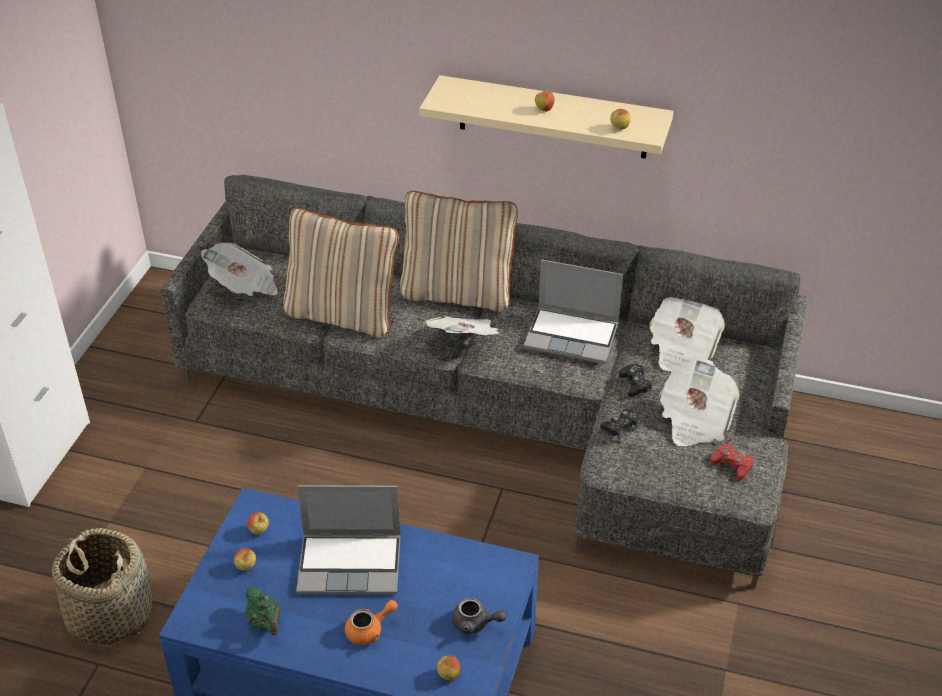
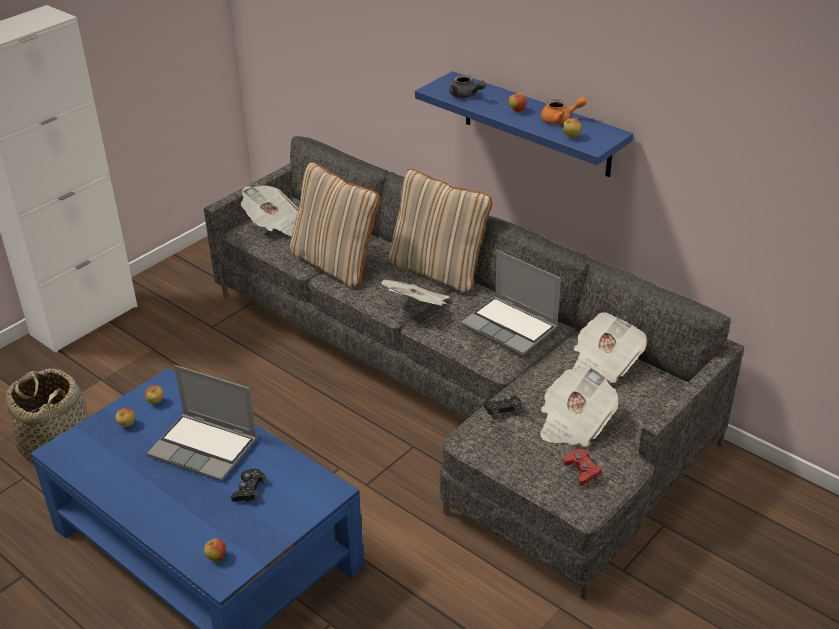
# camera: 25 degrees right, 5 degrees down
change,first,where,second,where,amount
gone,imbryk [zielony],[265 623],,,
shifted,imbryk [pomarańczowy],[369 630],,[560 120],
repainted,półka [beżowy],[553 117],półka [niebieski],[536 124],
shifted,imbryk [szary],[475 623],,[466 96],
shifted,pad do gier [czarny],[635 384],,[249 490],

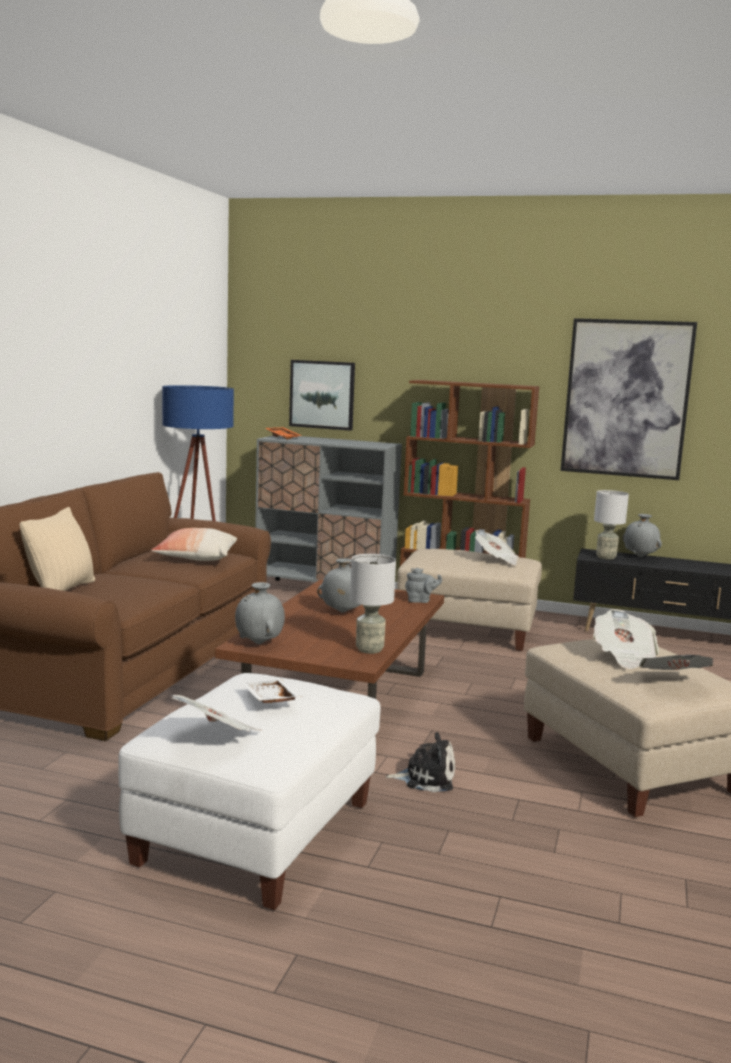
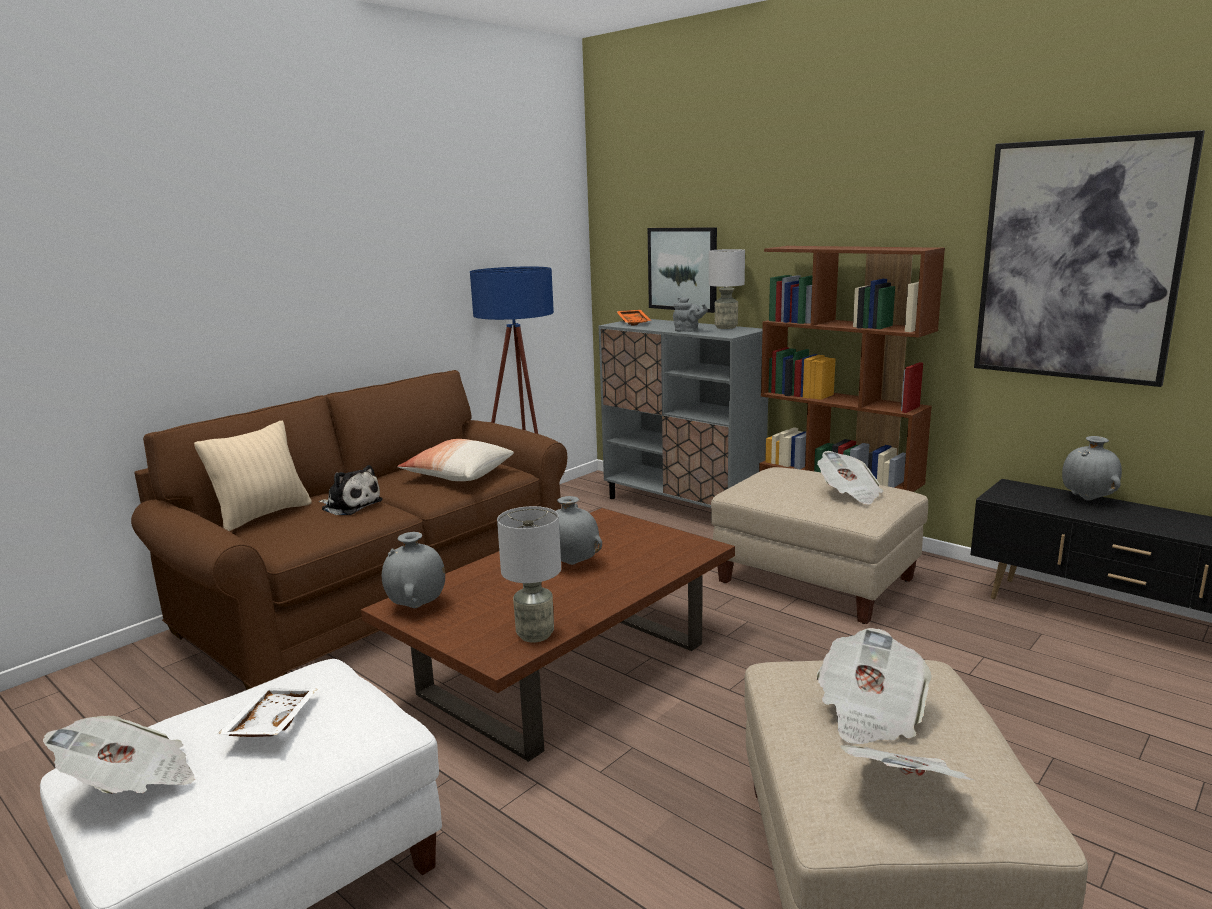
# camera: 25 degrees right, 5 degrees up
change,first,where,second,where,amount
shifted,pluszak,[426 778],,[350 505],
shifted,imbryk [szary],[420 601],,[688 331],
shifted,lampa stołowa [szary],[605 557],,[726 327],

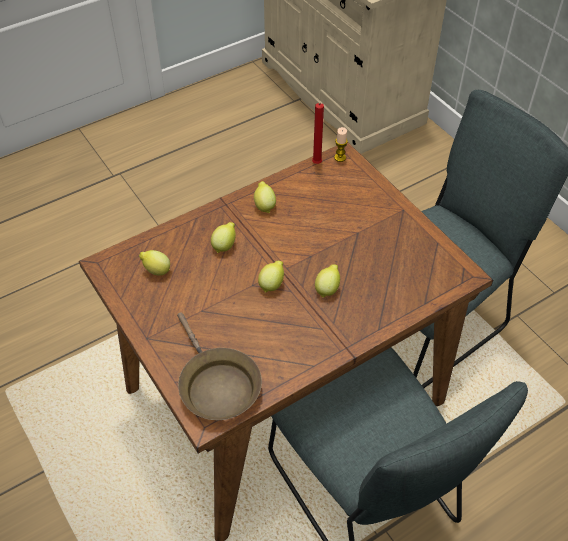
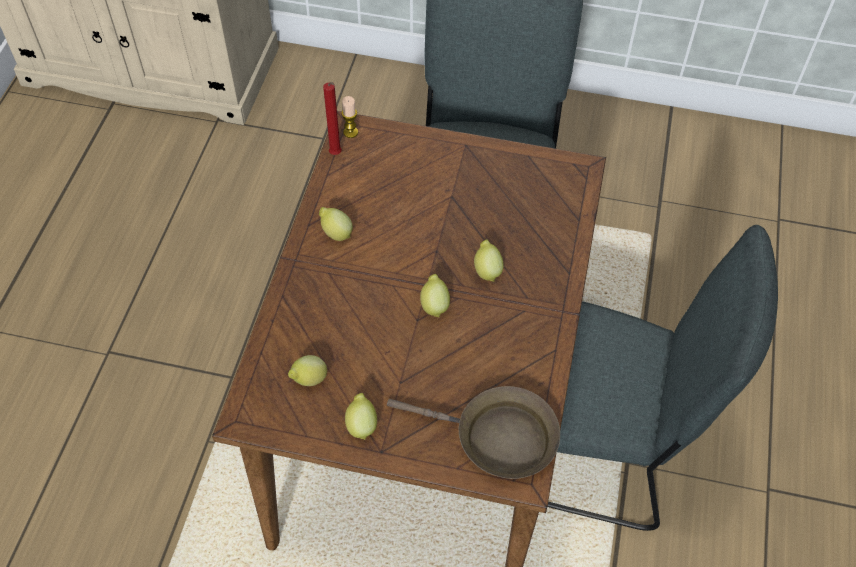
# camera: 45 degrees left, 5 degrees up
change,first,where,second,where,amount
shifted,cytryna,[225 245],,[361 424],

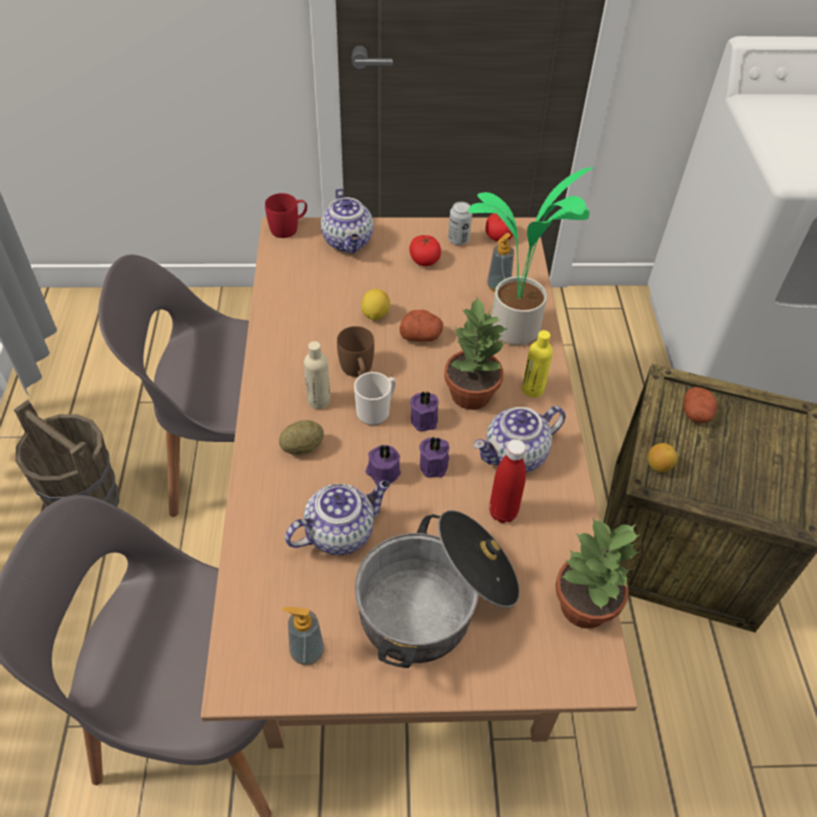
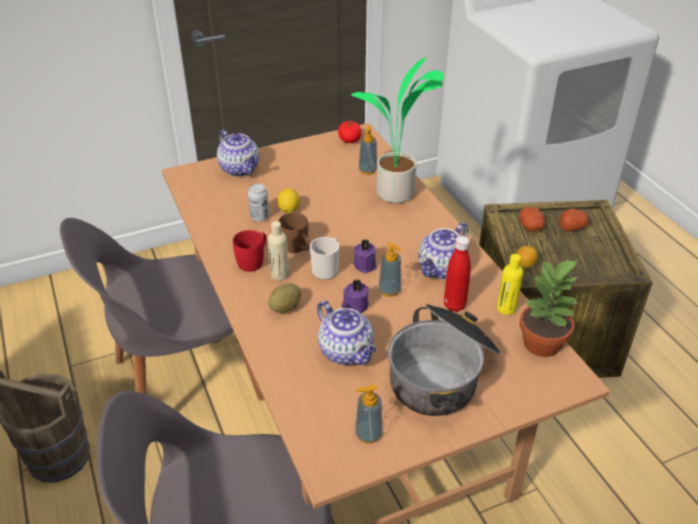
# camera: 20 degrees left, 10 degrees down
change,first,where,second,where,amount
shifted,kubek [czerwony],[289 228],,[254 260],
rotated,imbryk,[341 532],,[347 352],105 degrees clockwise
shifted,ziemniak,[421 335],,[572 227],
gone,pomidor,[424 260],,,
swapped,świeca [fioletowy],[435 464],dozownik mydła,[389 290],
gone,roślina doniczkowa,[470 393],,,
shifted,puszka,[458 240],,[260 217],
shifted,butelka [żółty],[532 389],,[506 308],

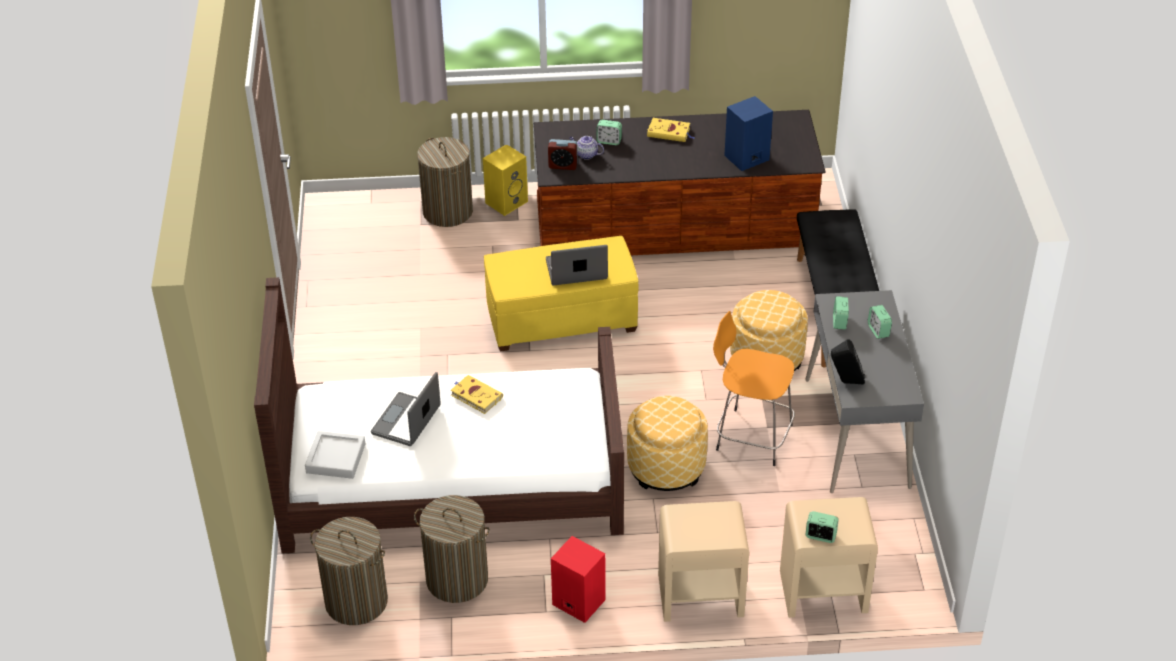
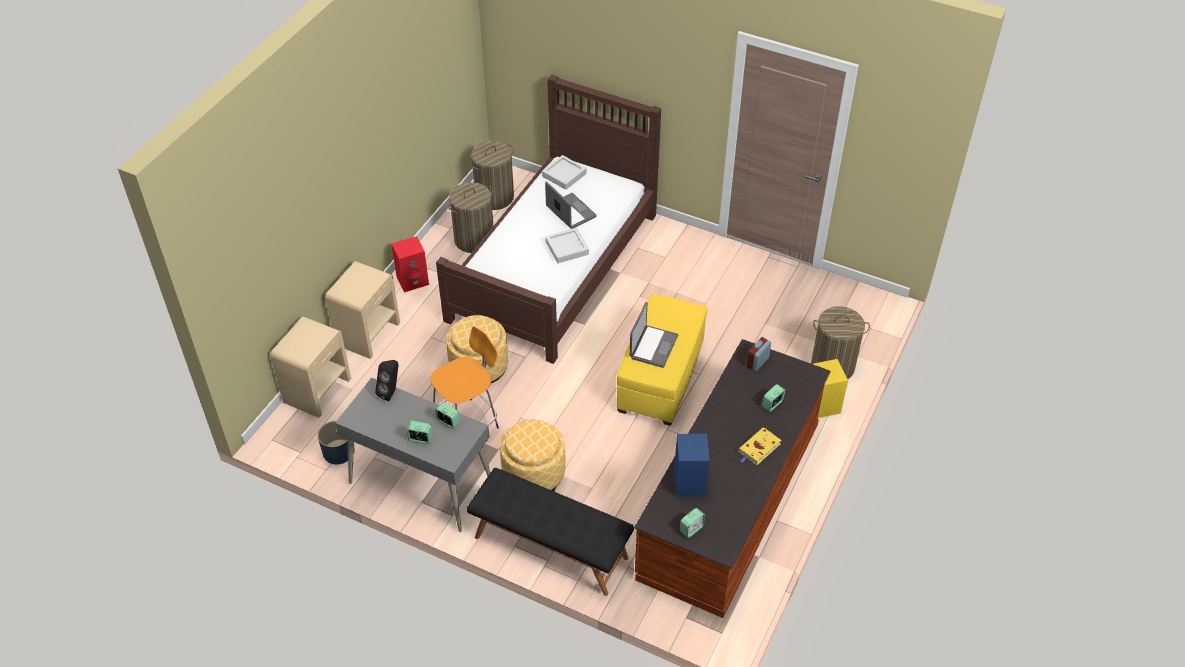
# camera: 120 degrees right, 5 degrees up
change,first,where,second,where,amount
swapped,książka [żółty],[475 396],taca [szary],[567 248],
gone,imbryk,[586 155],,,
shifted,budzik,[820 536],,[691 529],
new,,,donica [niebieski],[338 452],

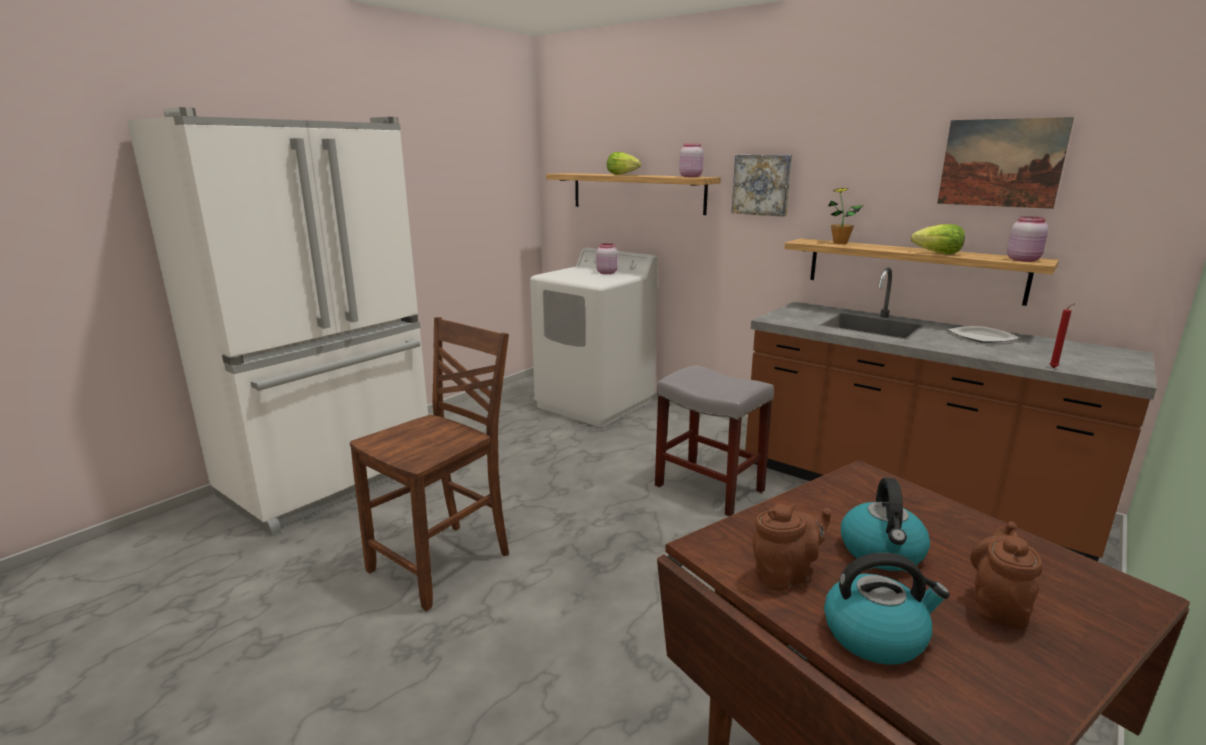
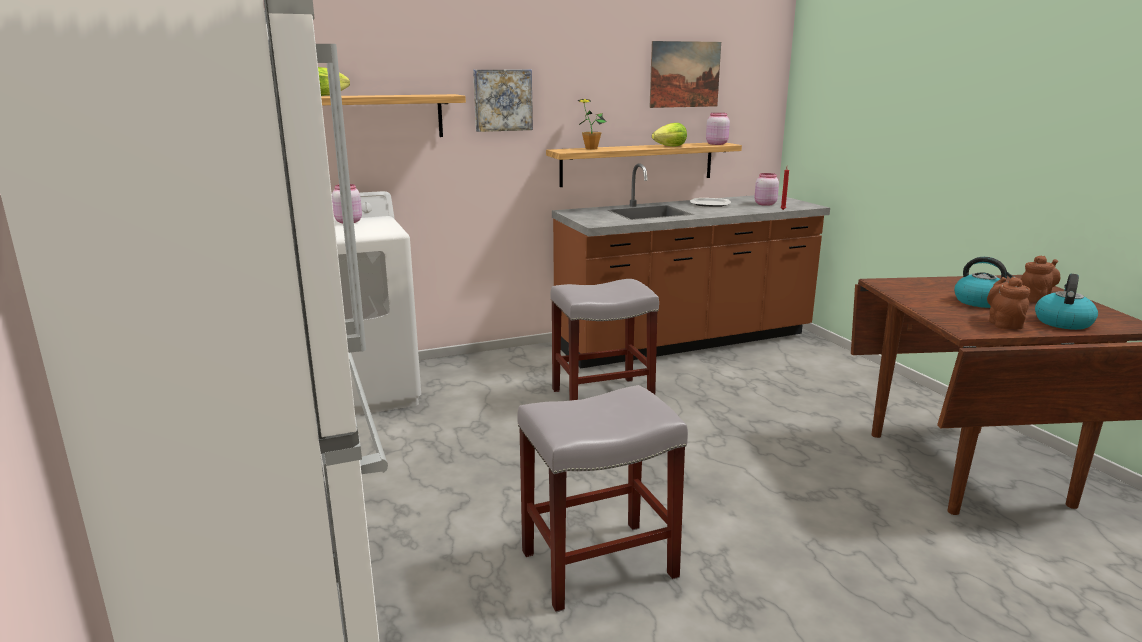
# camera: 60 degrees left, 0 degrees up
change,first,where,second,where,amount
swapped,krzesło [brązowy],[444 563],stołek [szary],[599 563],
shifted,słoik [różowy],[690 176],,[764 204],
rotated,imbryk [brązowy],[998 607],,[1035 298],90 degrees clockwise

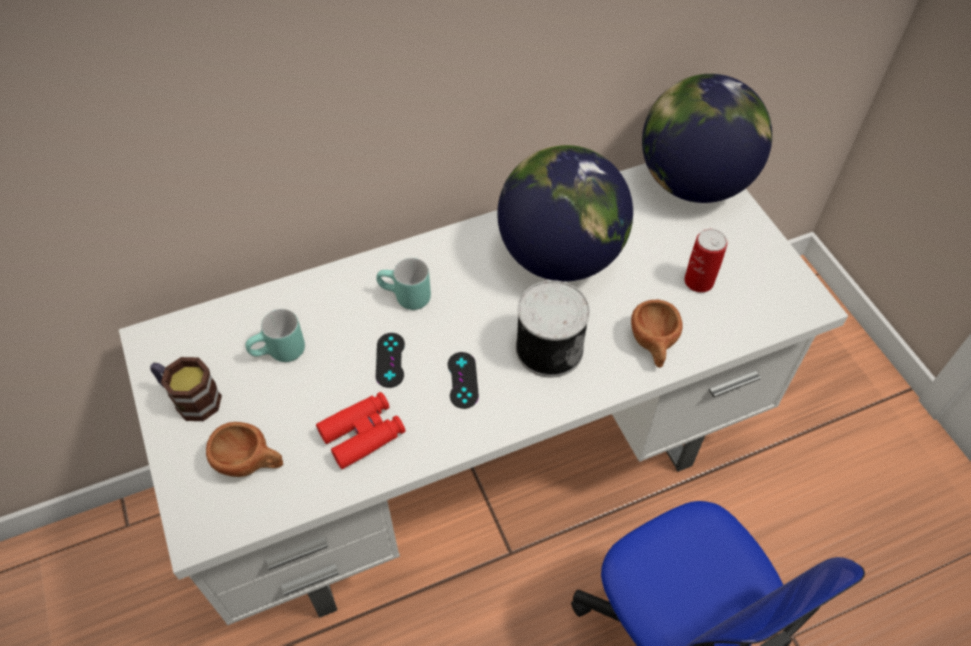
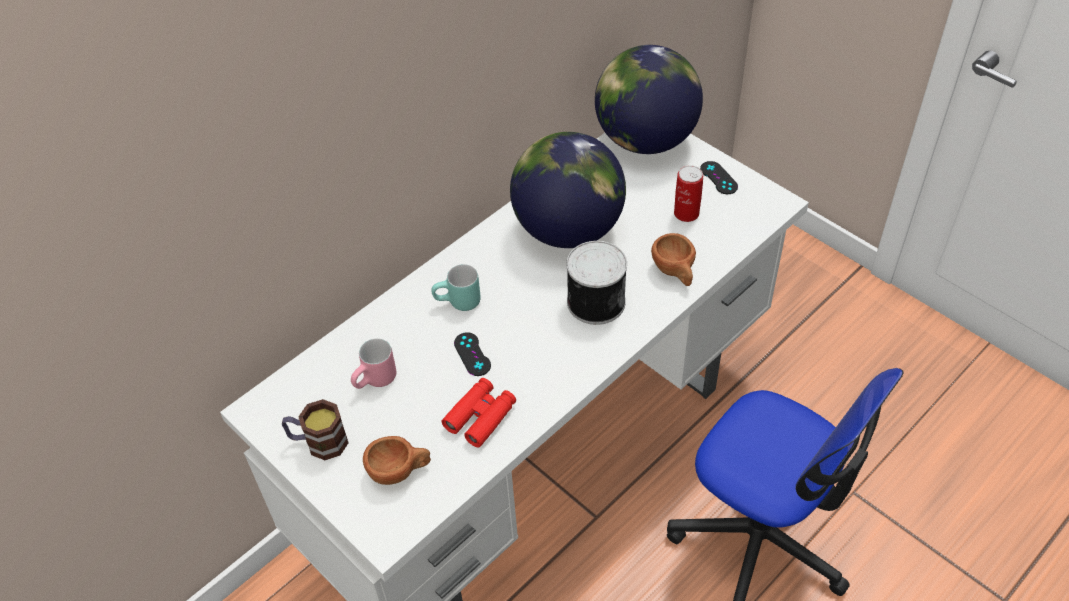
# camera: 20 degrees left, 5 degrees down
change,first,where,second,where,amount
repainted,kubek [turkusowy],[280 354],kubek [różowy],[376 382],
shifted,pad do gier [czarny],[462 380],,[718 178],

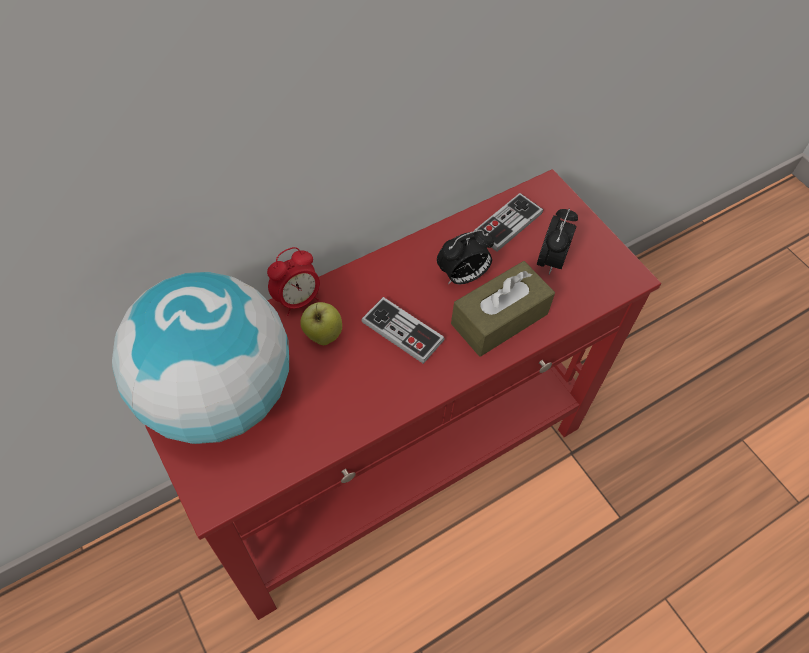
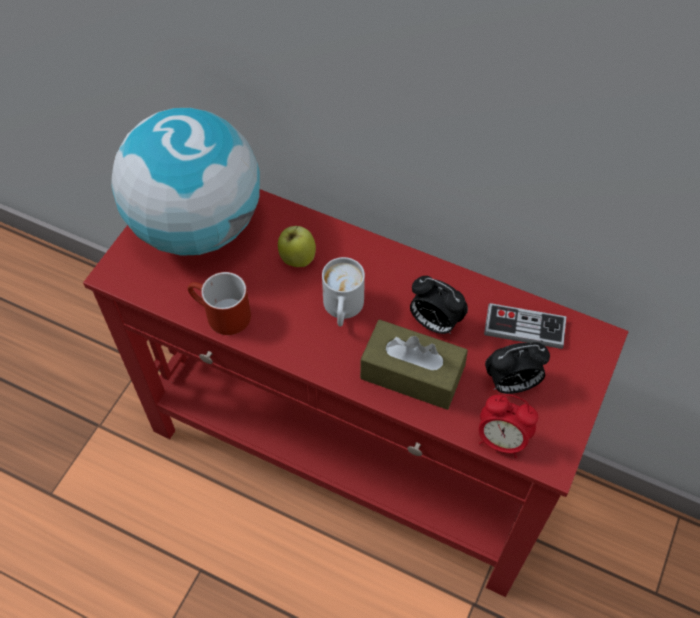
# camera: 60 degrees right, 0 degrees up
change,first,where,second,where,amount
shifted,budzik,[297 300],,[501 440],
swapped,pad do gier,[402 331],kubek [biały],[342 310],
new,,,kubek [czerwony],[220 315],

